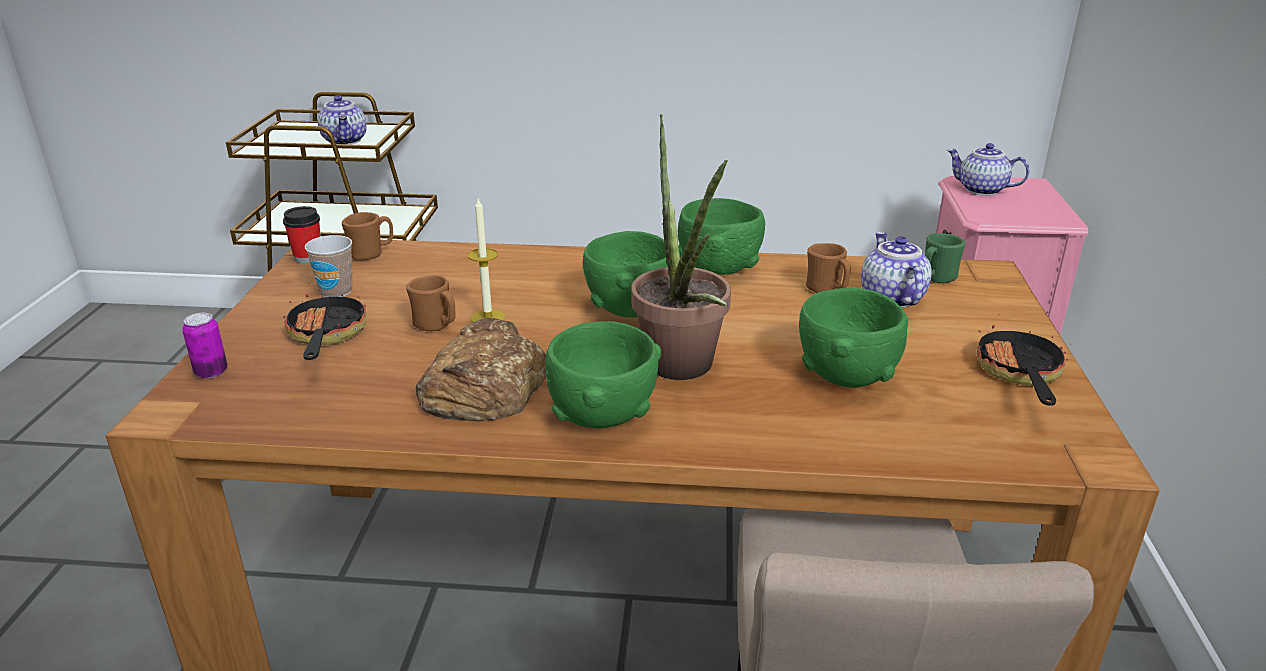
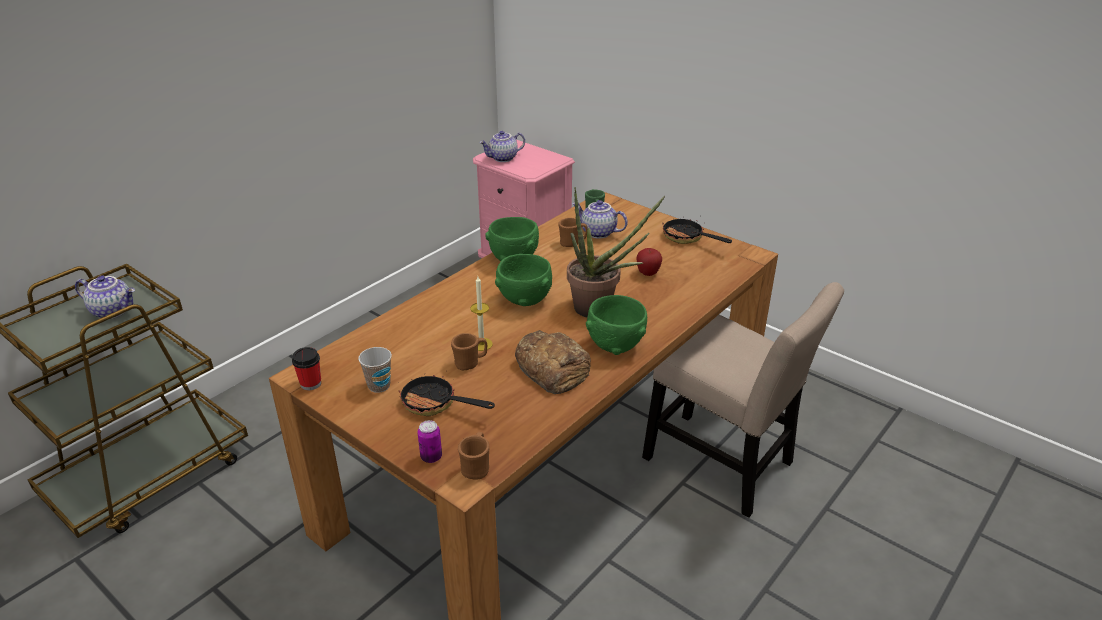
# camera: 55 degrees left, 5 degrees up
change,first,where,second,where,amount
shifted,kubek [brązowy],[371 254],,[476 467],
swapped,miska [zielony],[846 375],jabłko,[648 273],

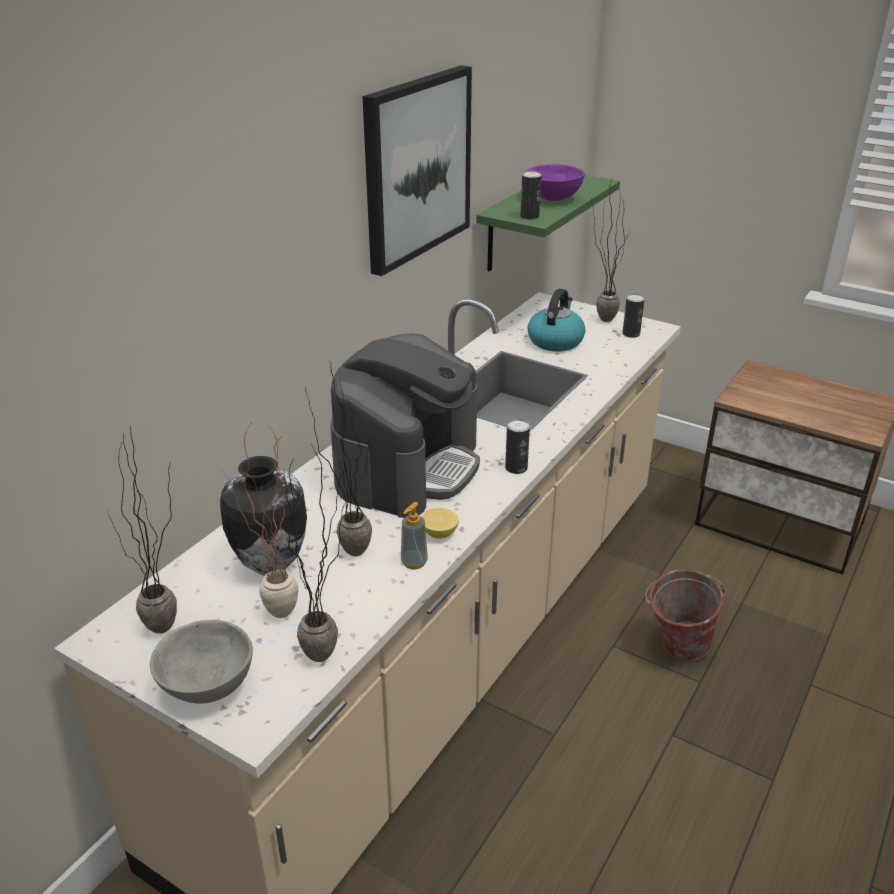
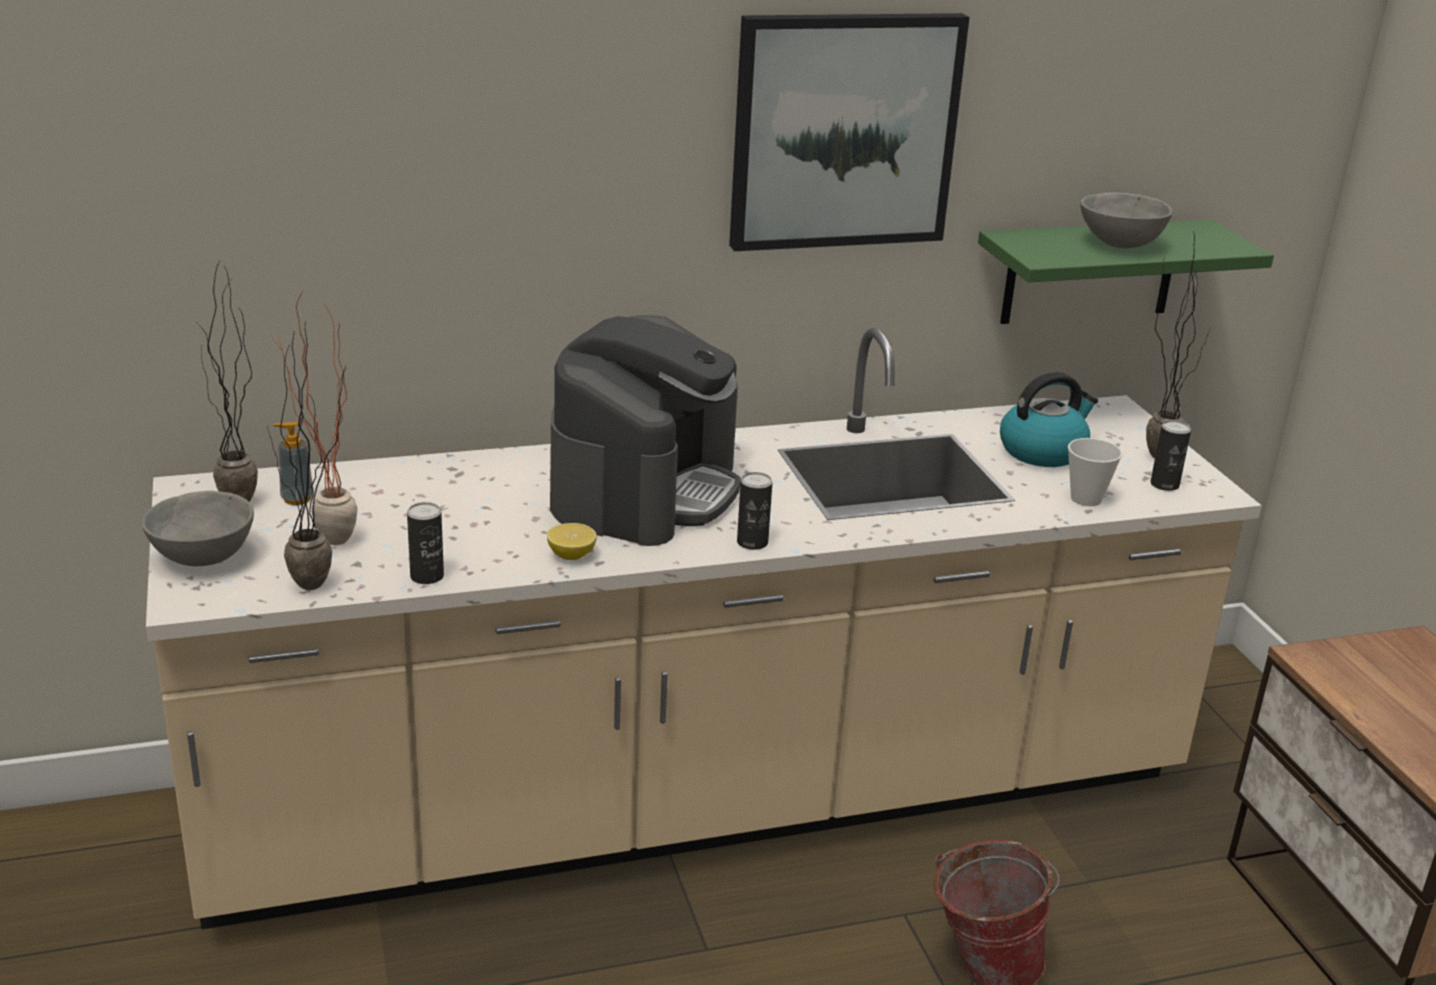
# camera: 40 degrees right, 5 degrees down
change,first,where,second,where,amount
gone,wazon,[270 564],,,
gone,roślina doniczkowa,[348 547],,,
rotated,ekspres do kawy,[408 466],,[645 489],45 degrees counterclockwise
shifted,dozownik mydła,[414 562],,[297 499],
shifted,puszka,[529 216],,[427 576],
repainted,miska [fioletowy],[552 199],miska [szary],[1118 245],
new,,,filiżanka,[1086 499],

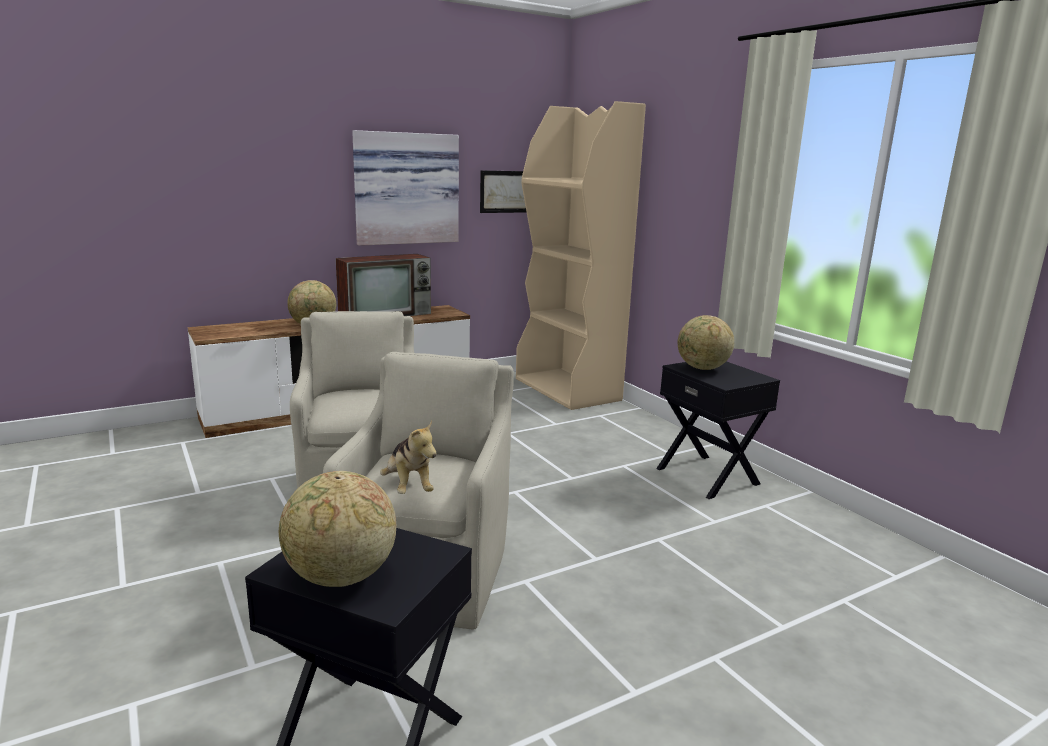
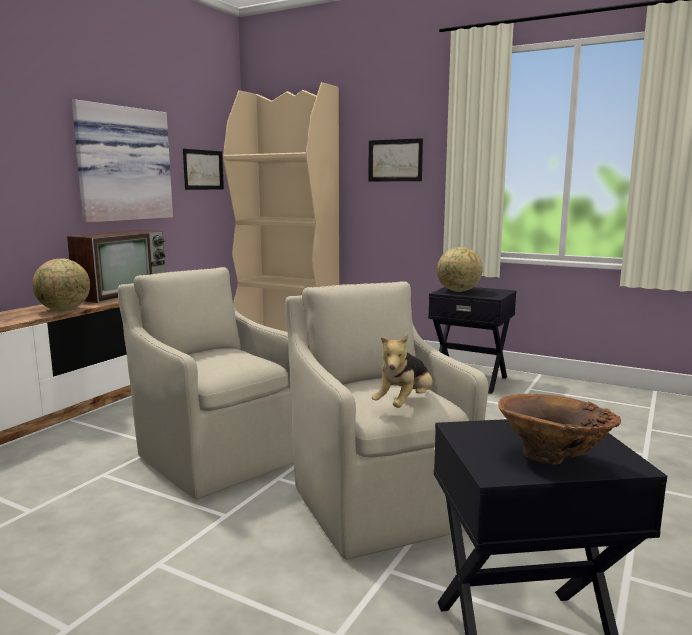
# camera: 30 degrees left, 5 degrees down
change,first,where,second,where,amount
swapped,globus,[340 577],wazon [brązowy],[552 460],
rotated,pluszak,[408 487],,[405 404],90 degrees clockwise
new,,,obraz,[395 160],

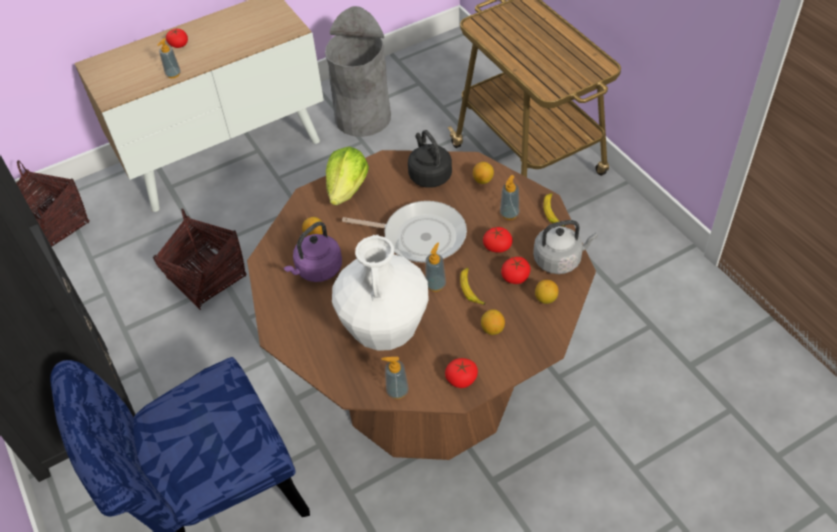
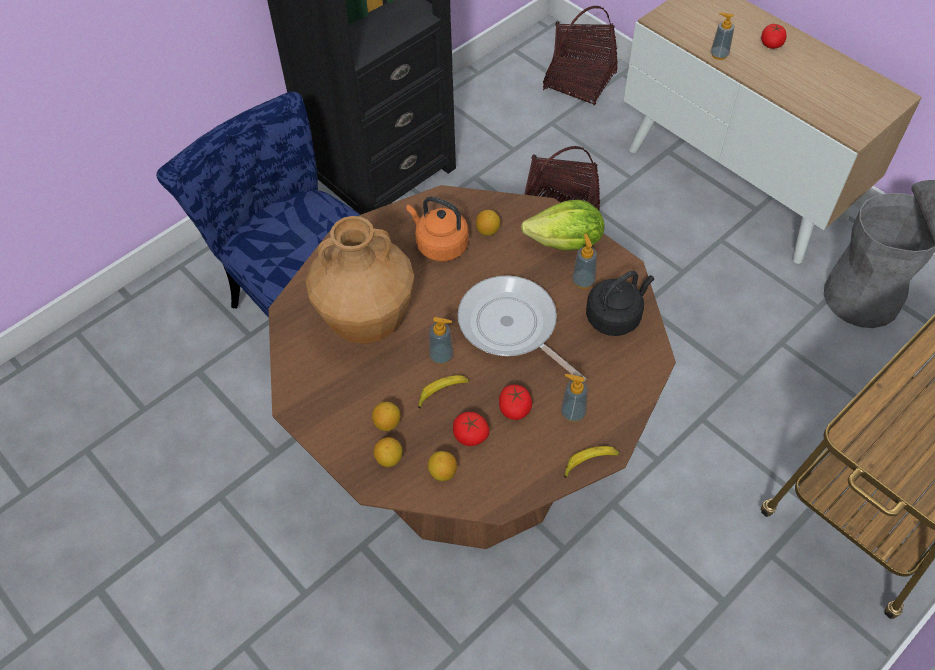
# camera: 75 degrees right, 5 degrees up
change,first,where,second,where,amount
repainted,czajnik [fioletowy],[317 270],czajnik [pomarańczowy],[439 245],
repainted,wazon [biały],[385 332],wazon [brązowy],[366 323],
rotated,patelnia,[420 236],,[511 327],135 degrees clockwise
shifted,dozownik mydła,[397 391],,[583 281],
gone,pomidor,[461 379],,,
shifted,cytryna,[483 180],,[389 459],
gone,czajnik [szary],[559 260],,,

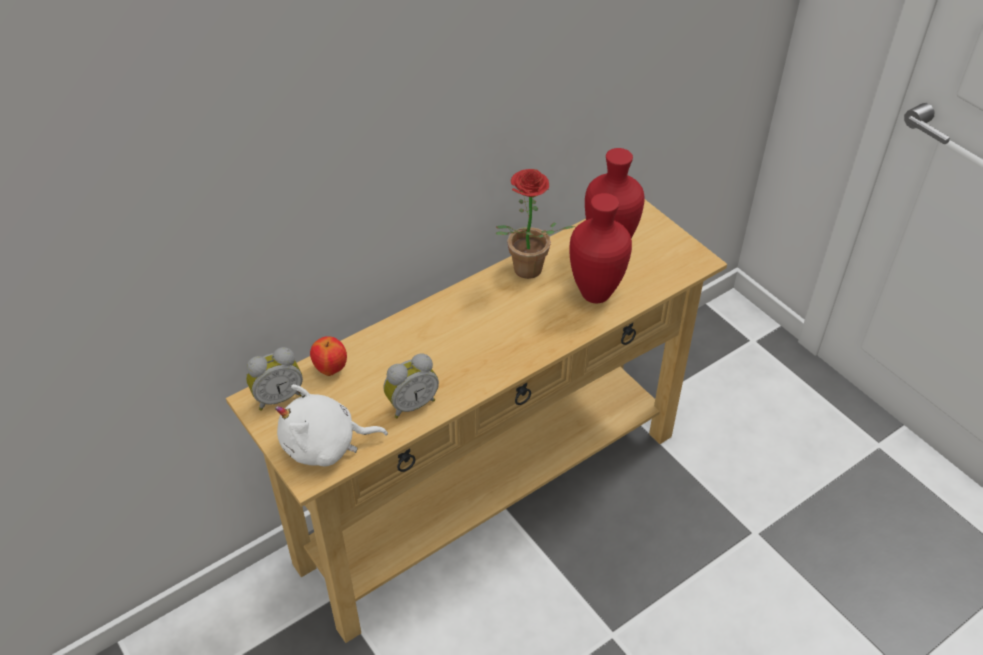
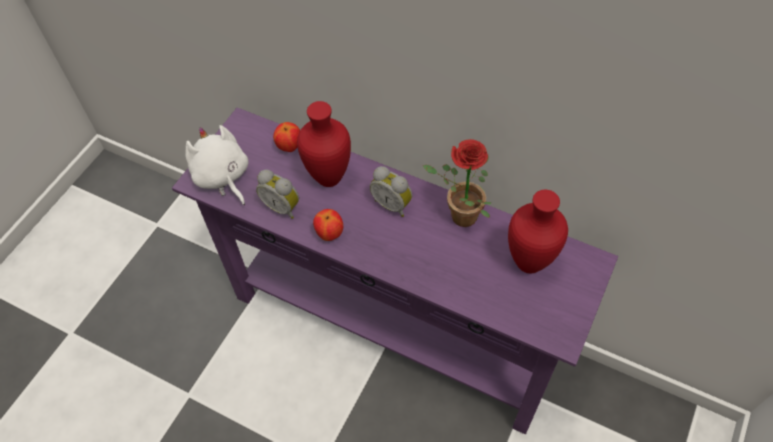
# camera: 65 degrees right, 10 degrees up
change,first,where,second,where,amount
repainted,stolik konsolowy [beżowy],[490 496],stolik konsolowy [fioletowy],[392 328],
shifted,budzik,[278 397],,[392 204],
shifted,wazon [czerwony],[596 293],,[331 178],
new,,,jabłko,[330 234],

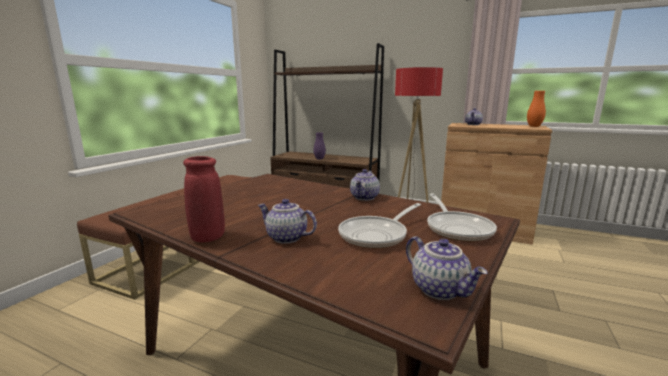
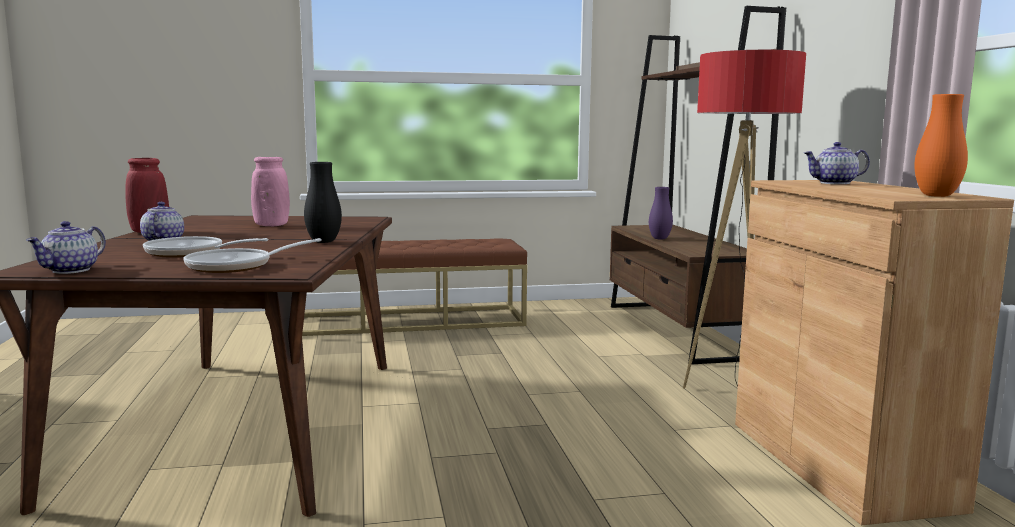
# camera: 55 degrees right, 5 degrees down
change,first,where,second,where,amount
swapped,imbryk,[365 198],wazon [czarny],[323 242],
new,,,wazon [różowy],[271 225],

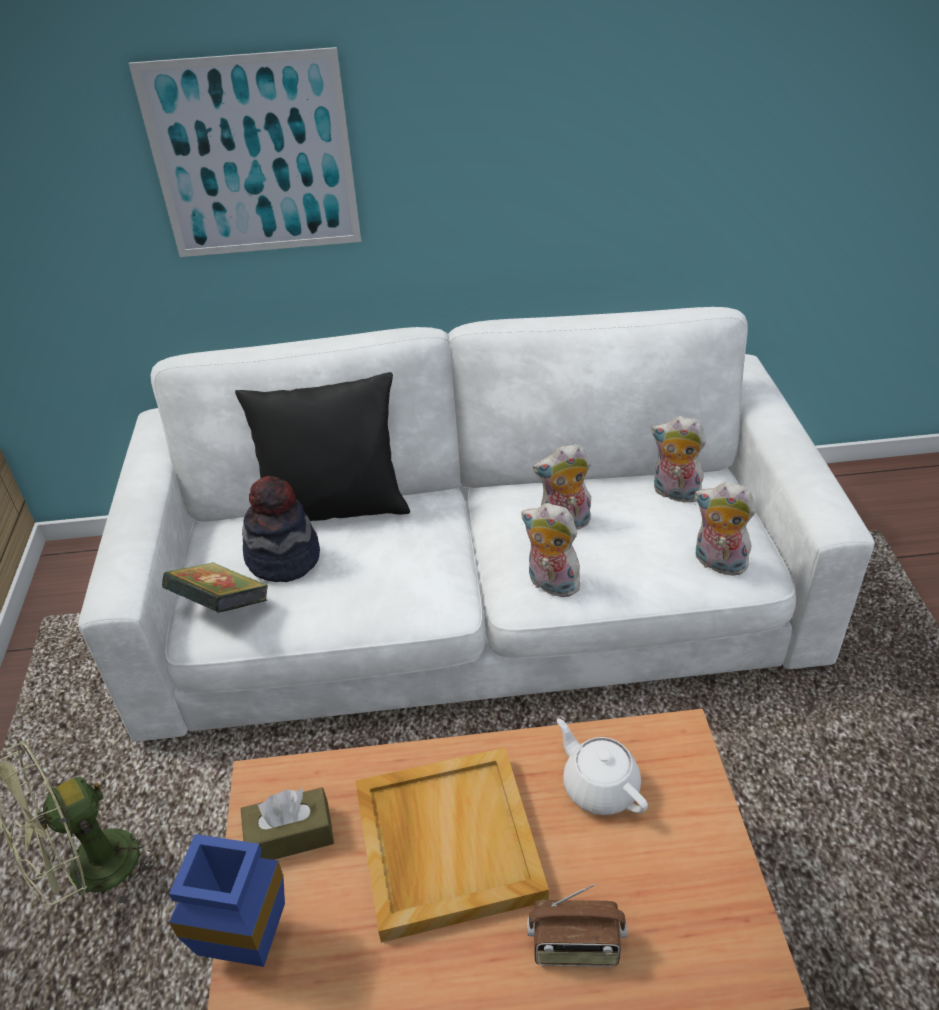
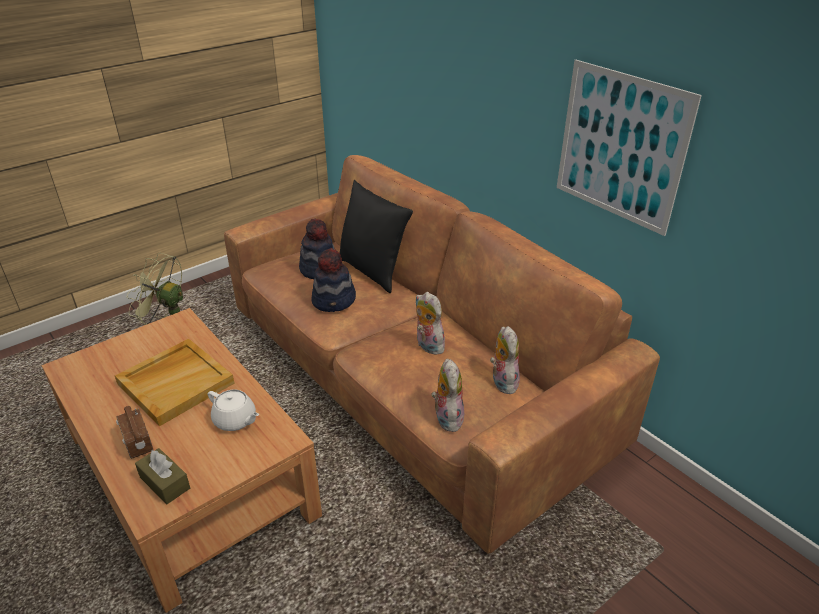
# camera: 55 degrees right, 5 degrees down
change,first,where,second,where,amount
repainted,kanapa [biały],[474 599],kanapa [brązowy],[410 372],
shifted,obraz,[253 158],,[620 147],
gone,książka,[221 607],,,
gone,wazon [niebieski],[242 944],,,
shifted,pudełko chusteczek [brązowy],[290 835],,[165 483],
gone,pluszak,[550 584],,,
rotated,imbryk [biały],[599 786],,[235 420],105 degrees clockwise
new,,,kapelusz,[334 301],

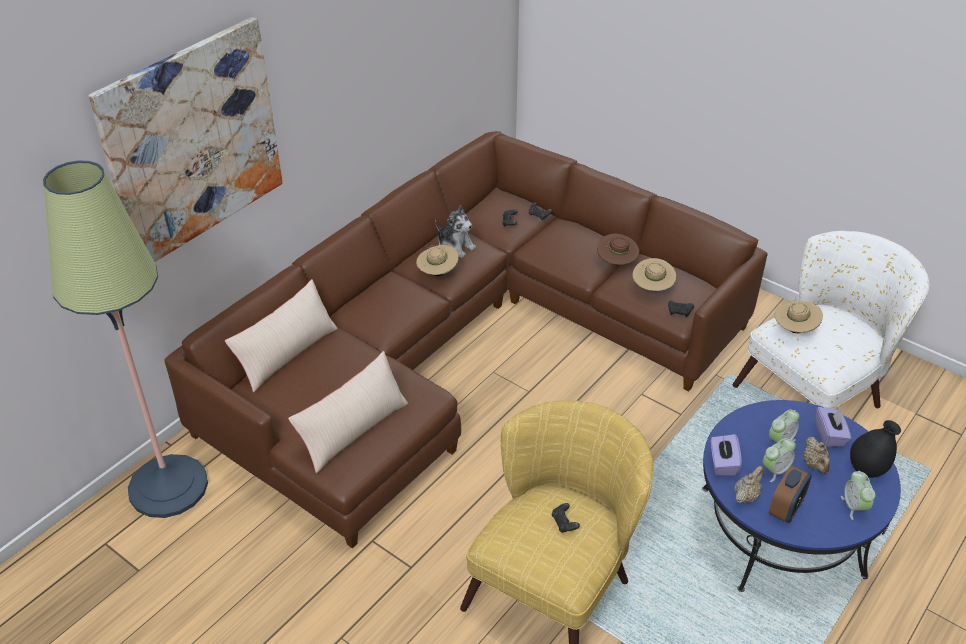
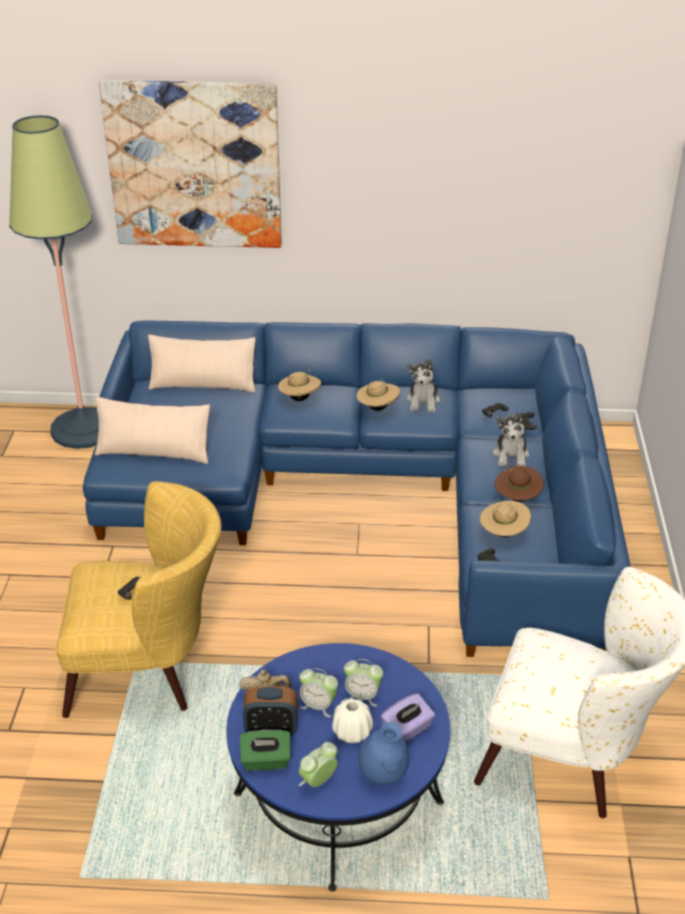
# camera: 55 degrees right, 5 degrees down
change,first,where,second,where,amount
repainted,kanapa [brązowy],[462 345],kanapa [niebieski],[372 492],
gone,pudełko chusteczek [fioletowy],[722 463],,,
shifted,kapelusz [beżowy],[794 329],,[299 398],
swapped,imbryk [beżowy],[815 465],wazon [biały],[352 732],
repainted,wazon [czarny],[867 469],wazon [niebieski],[383 775],
new,,,pudełko chusteczek [zielony],[266 761],
new,,,pluszak,[511 455],

